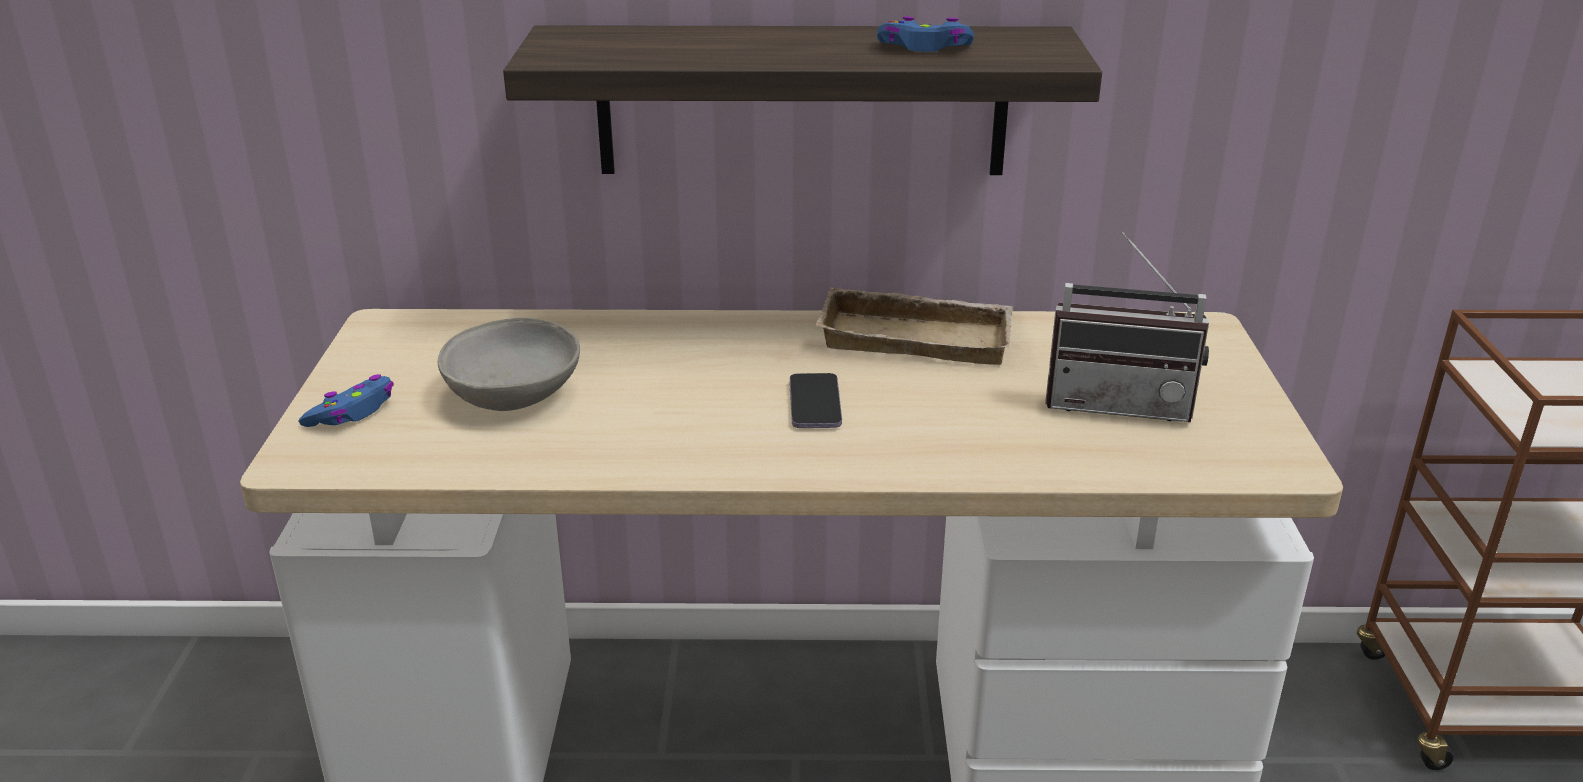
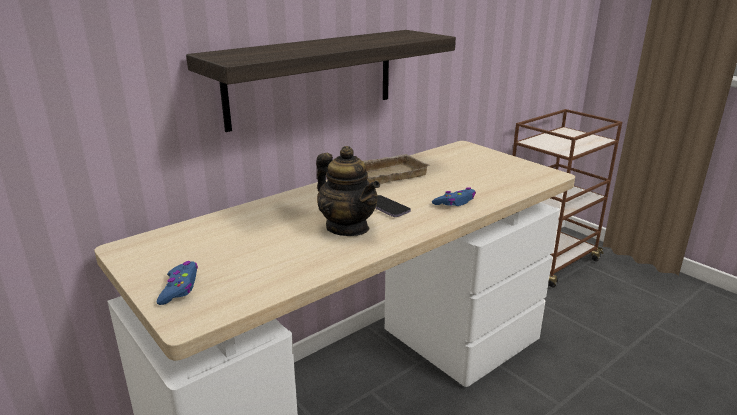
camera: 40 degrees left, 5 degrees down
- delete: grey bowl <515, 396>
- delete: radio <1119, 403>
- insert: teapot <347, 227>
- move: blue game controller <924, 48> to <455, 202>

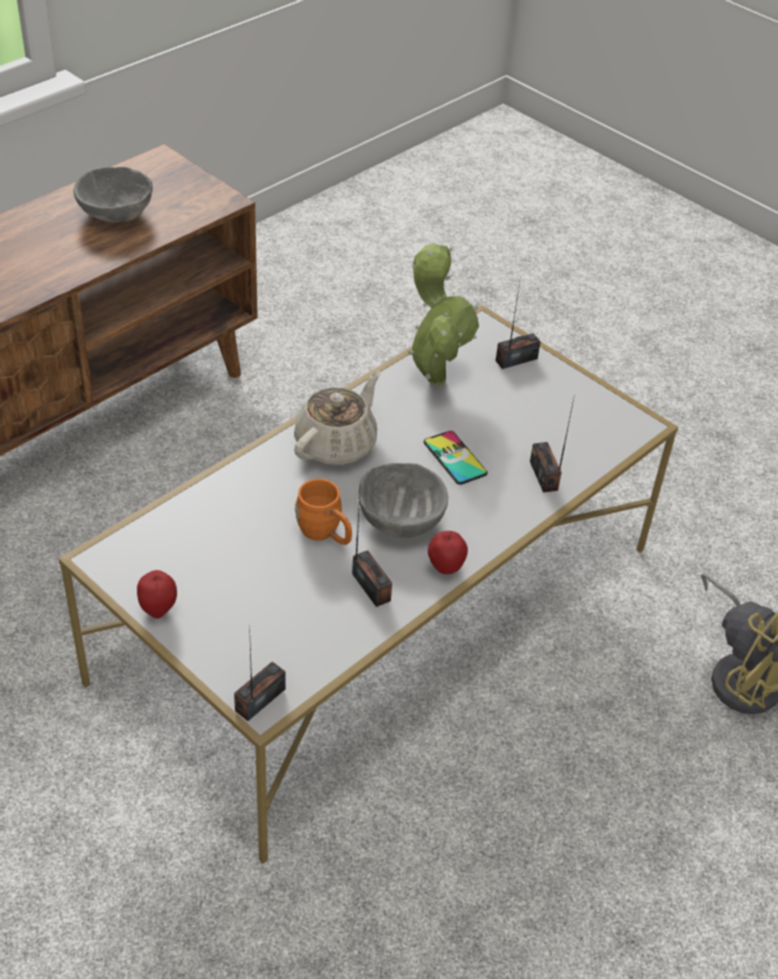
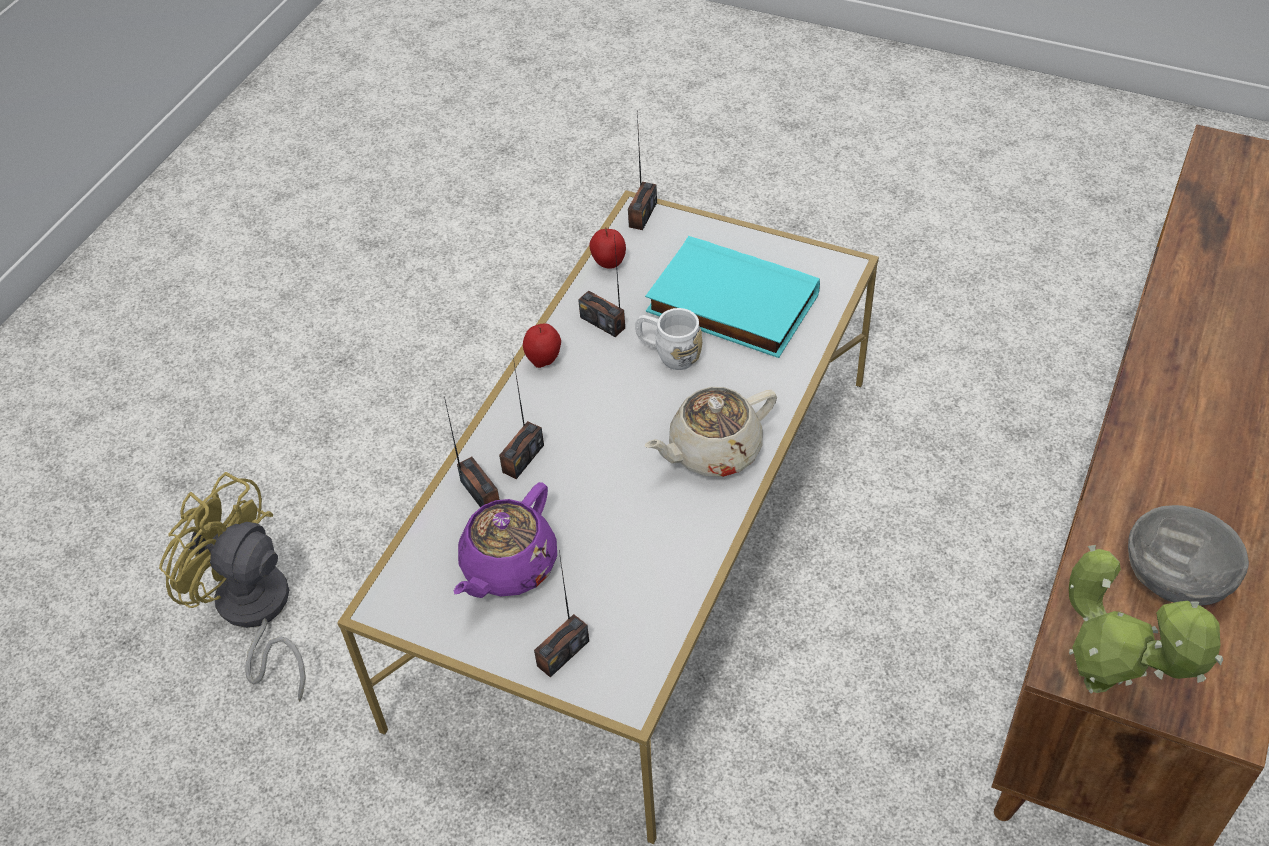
camera: 165 degrees right, 5 degrees up
- delete: grey bowl <400, 519>
- delete: phone <455, 458>
- insert: purple teapot <508, 566>
- insert: radio <522, 458>
- insert: turquoise book <729, 305>
- move: apple <158, 609> to <609, 264>
- move: potted plant <434, 376> to <1105, 689>
- recolor: orange mug <325, 534> to white mug <669, 354>
- rotate: beige teapot <337, 444> = <713, 451> 45 degrees clockwise

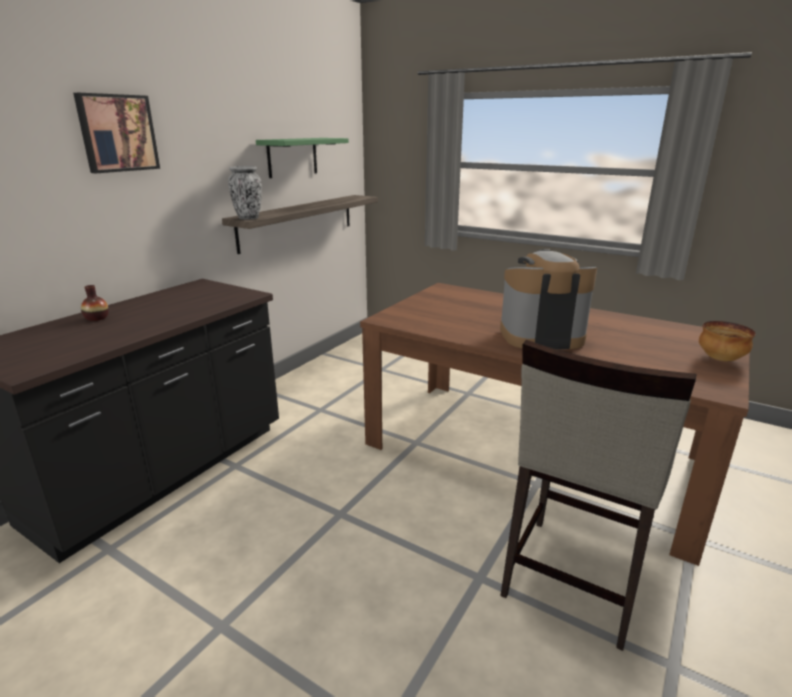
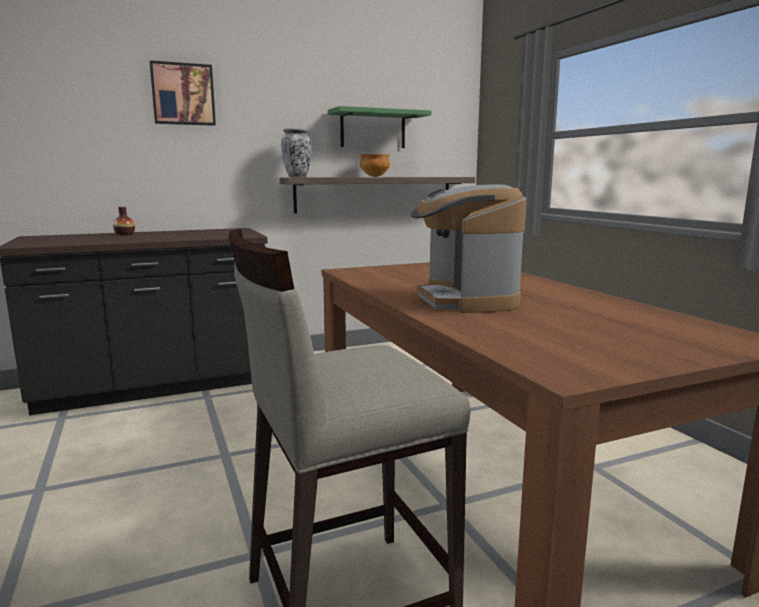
camera: 35 degrees right, 10 degrees down
- move: bowl <720, 359> to <375, 176>
- rotate: coffee machine <541, 336> = <466, 300> 135 degrees counterclockwise

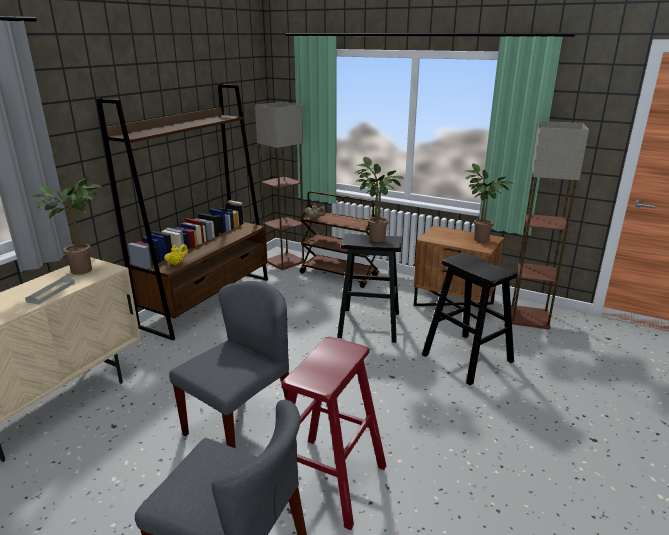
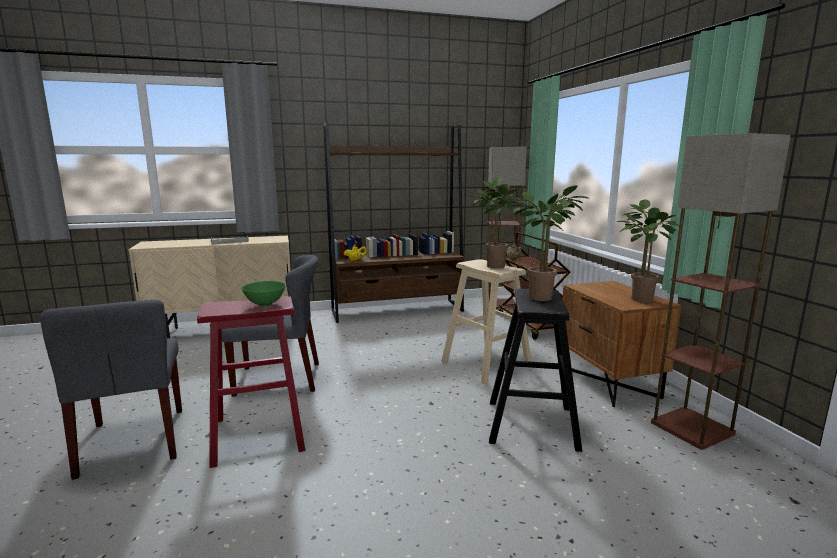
camera: 45 degrees right, 10 degrees down
- insert: green bowl <265, 305>
- move: potted plant <85, 269> to <544, 297>
- recolor: black stool <369, 324> to beige stool <486, 364>

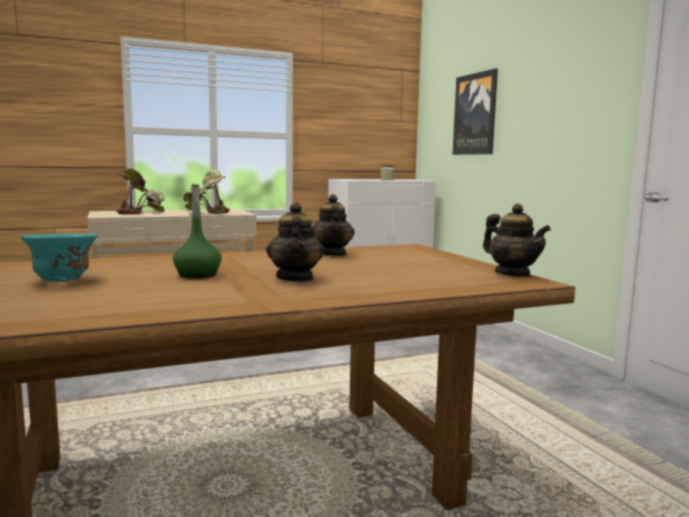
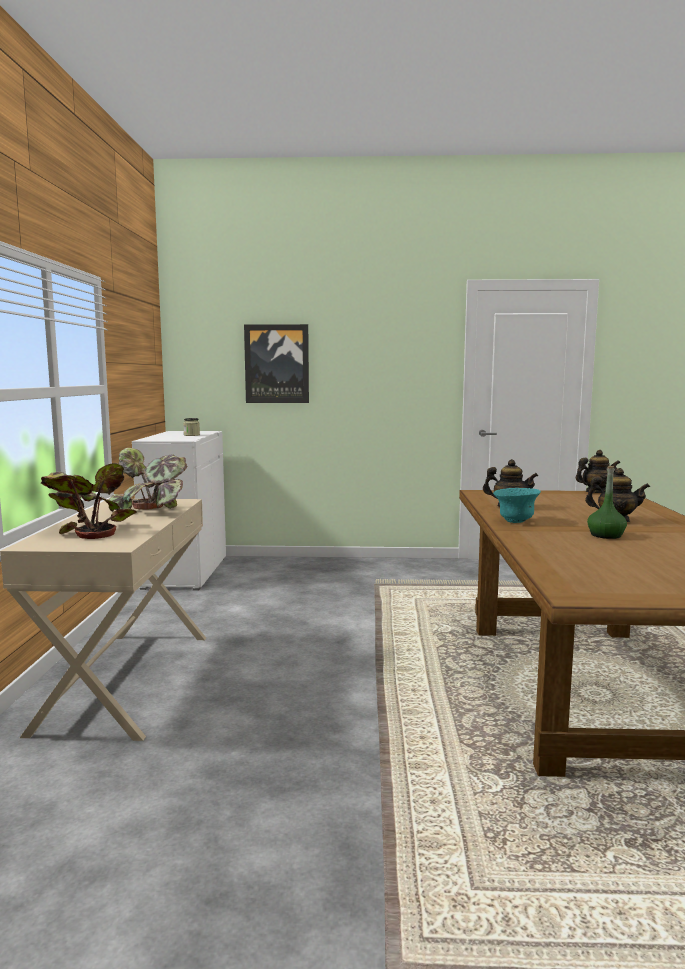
camera: 65 degrees left, 0 degrees up
- move: turquoise bowl <62, 281> to <515, 521>

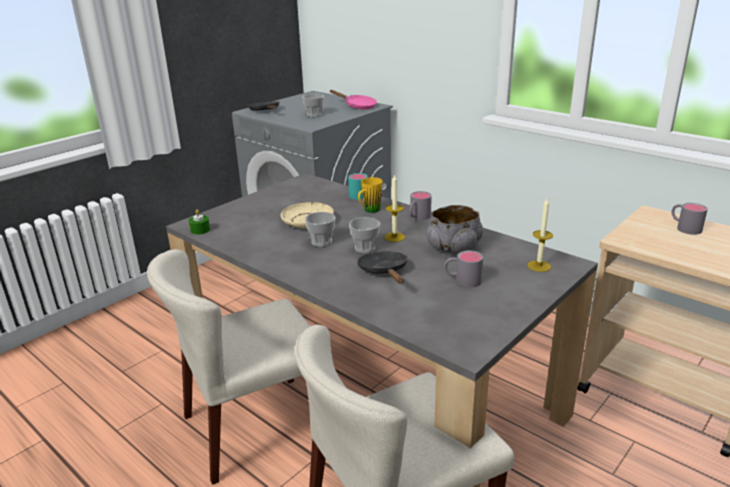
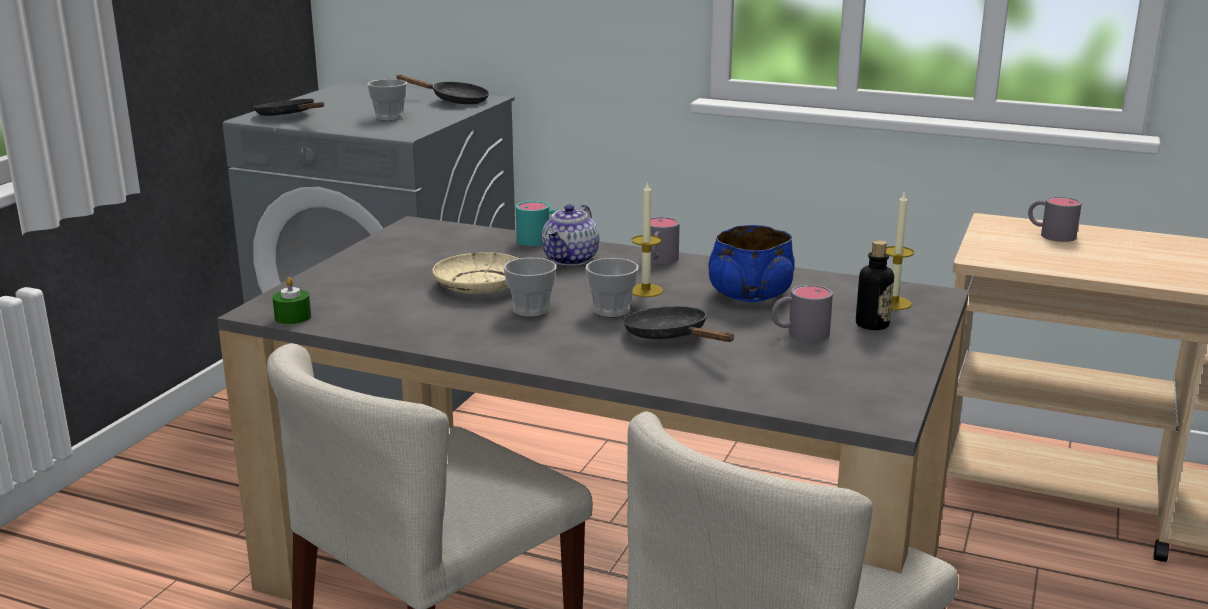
camera: 20 degrees left, 5 degrees down
- insert: bottle <872, 325>
- replace: yellow mug <369, 211> to teapot <571, 259>
- recolor: pink frying pan <357, 106> to black frying pan <454, 101>
- recolor: grey bowl <453, 248> to blue bowl <750, 294>

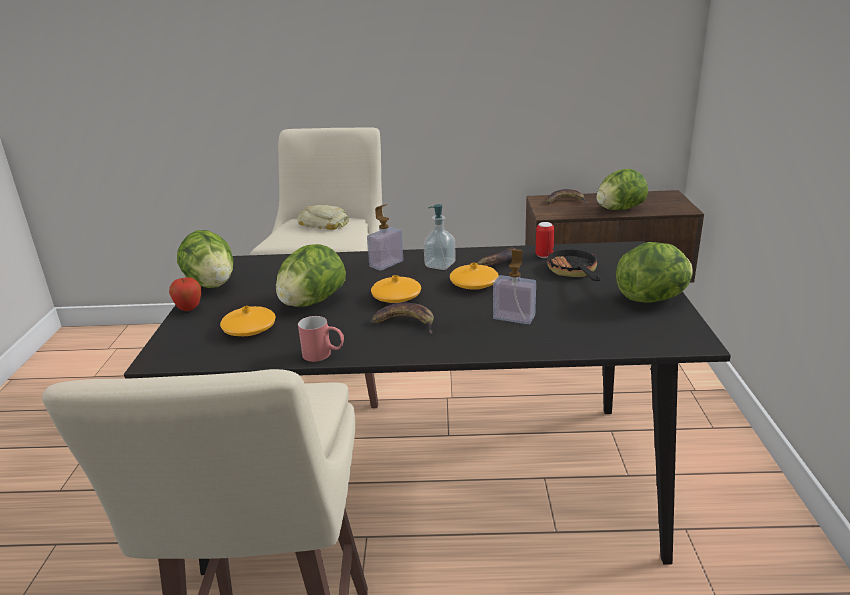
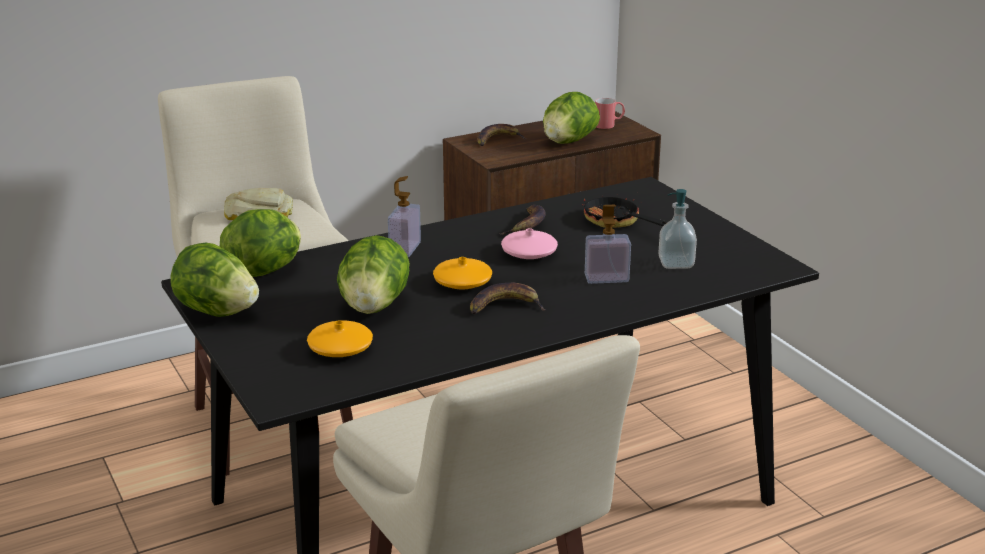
camera: 30 degrees left, 0 degrees up
- delete: apple <189, 309>
- delete: can <544, 256>
- move: red mug <324, 355> to <609, 125>
- move: soap dispenser <440, 265> to <676, 263>
- move: lettuce <653, 298> to <265, 271>
- recolor: orange vase <474, 284> to pink vase <529, 253>

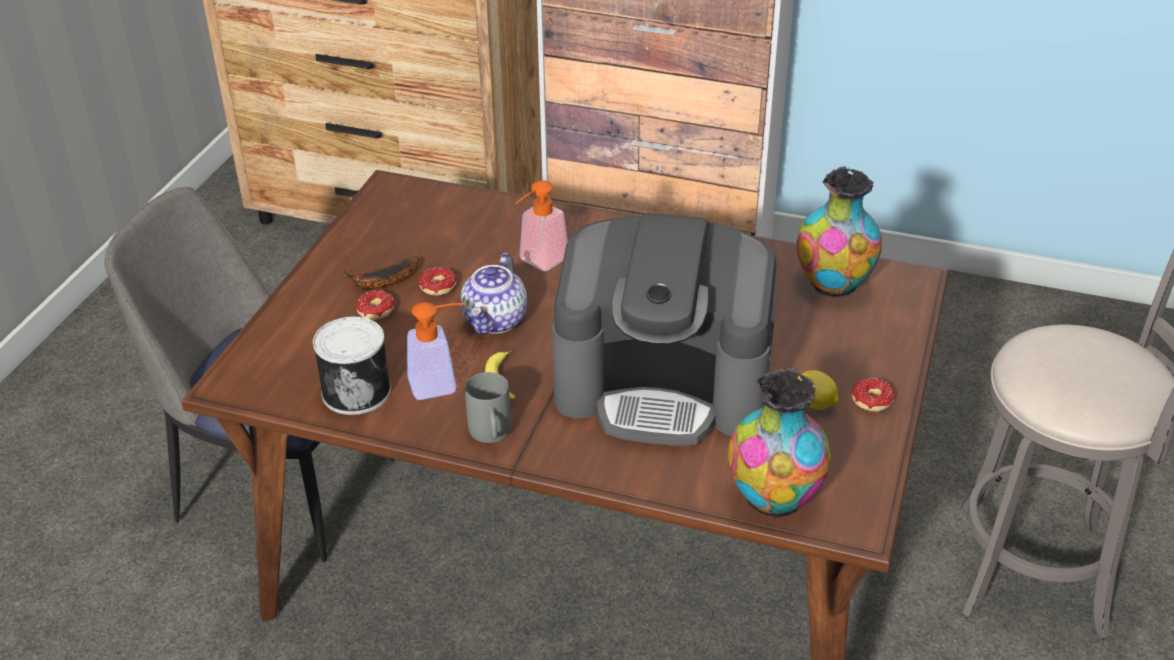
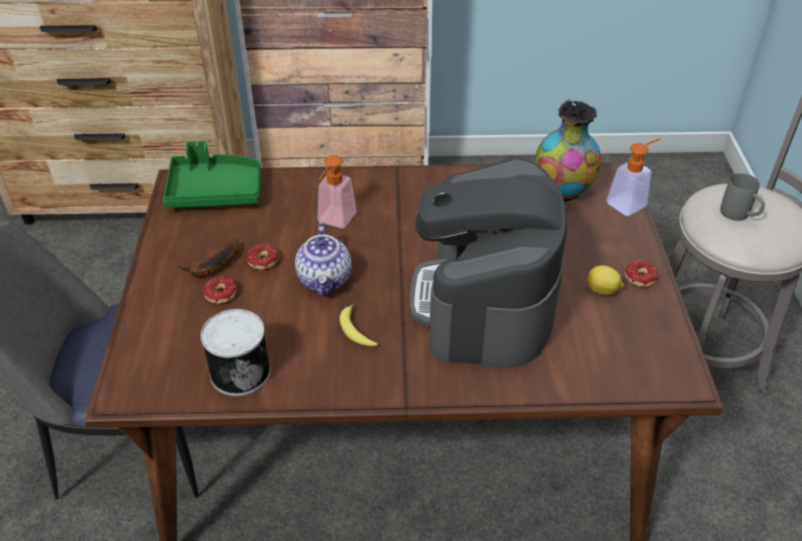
camera: 20 degrees left, 5 degrees up
- delete: vase <774, 499>
- insert: green tray <215, 191>
- move: soap dispenser <441, 383> to <631, 202>
- move: grey mug <491, 436> to <739, 216>
- rotate: coffee machine <664, 385> = <485, 303> 105 degrees clockwise

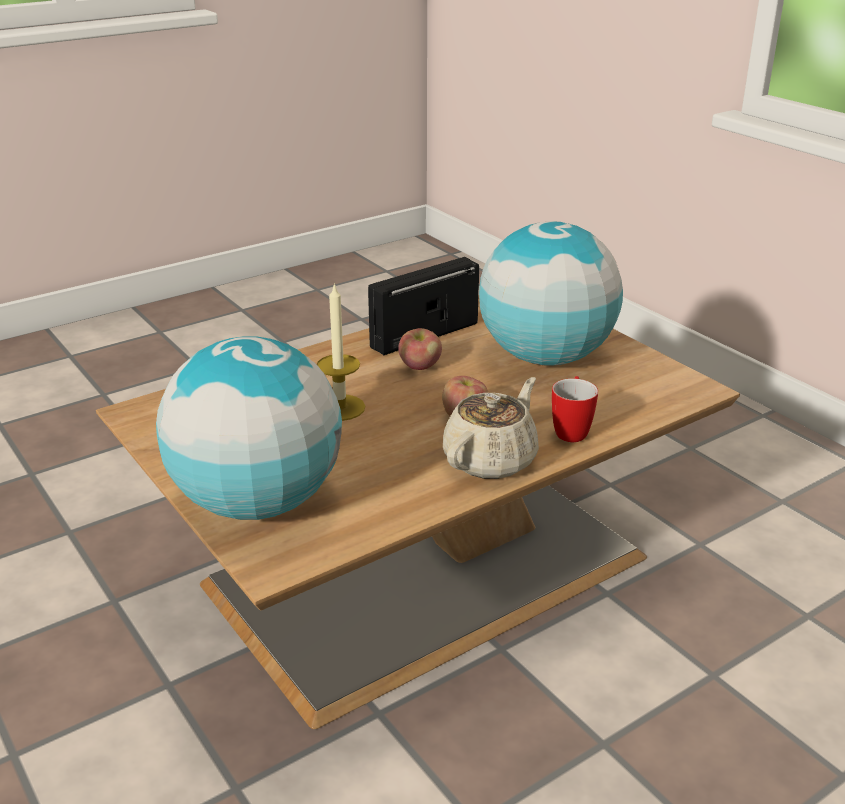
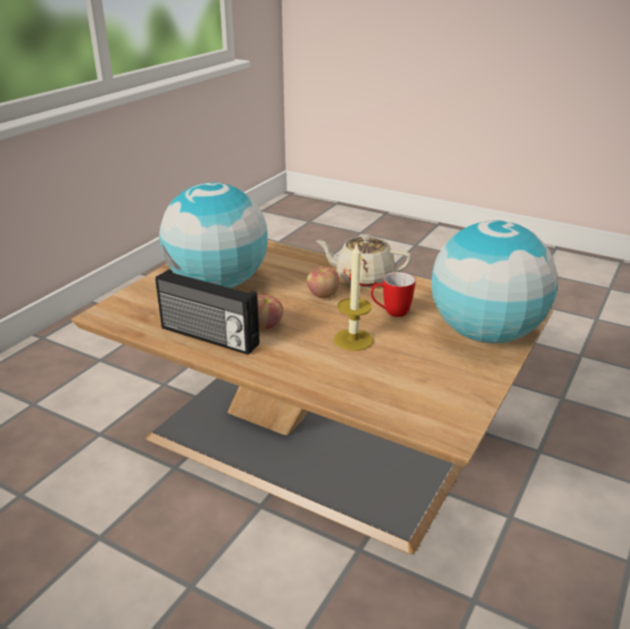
camera: 115 degrees left, 0 degrees up
- move: mug <571, 430> to <390, 312>

